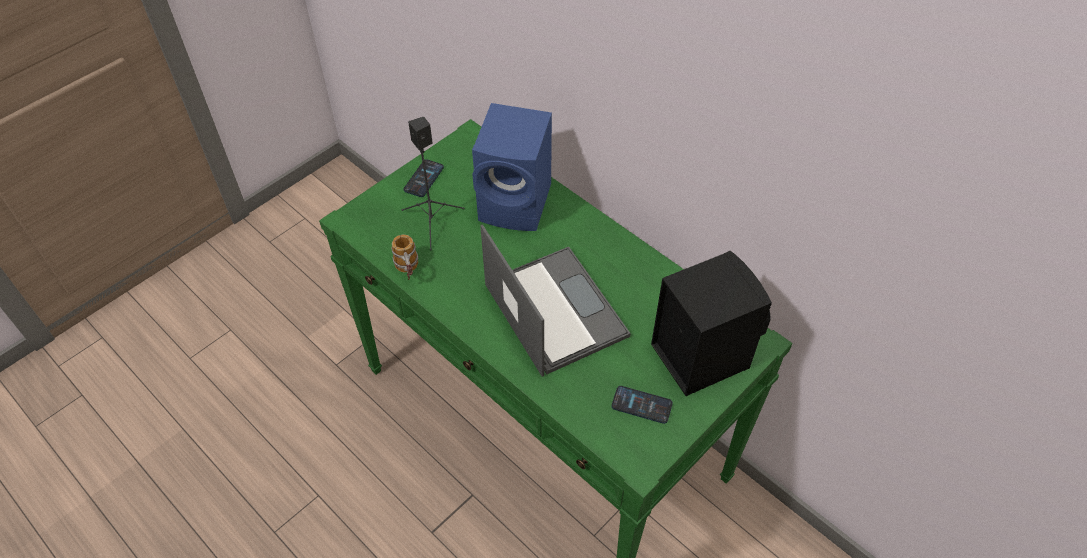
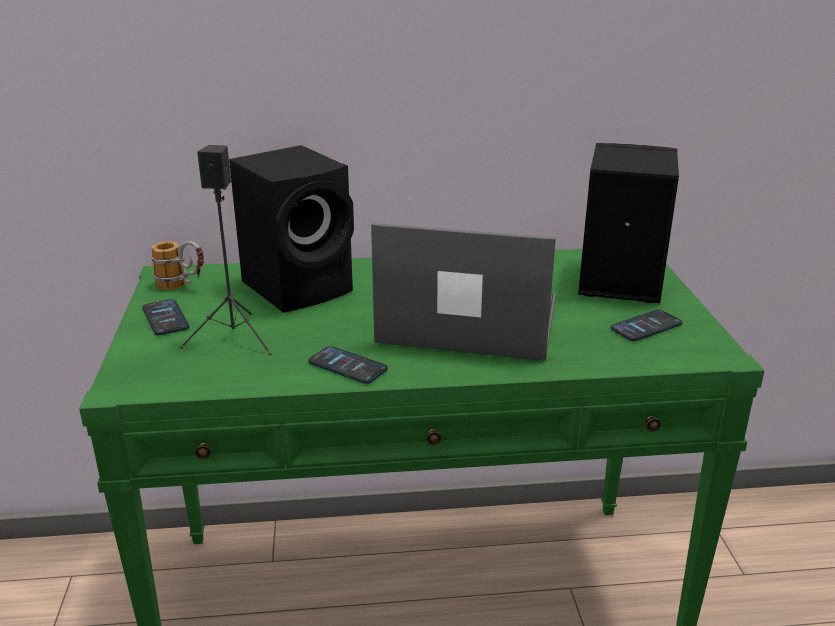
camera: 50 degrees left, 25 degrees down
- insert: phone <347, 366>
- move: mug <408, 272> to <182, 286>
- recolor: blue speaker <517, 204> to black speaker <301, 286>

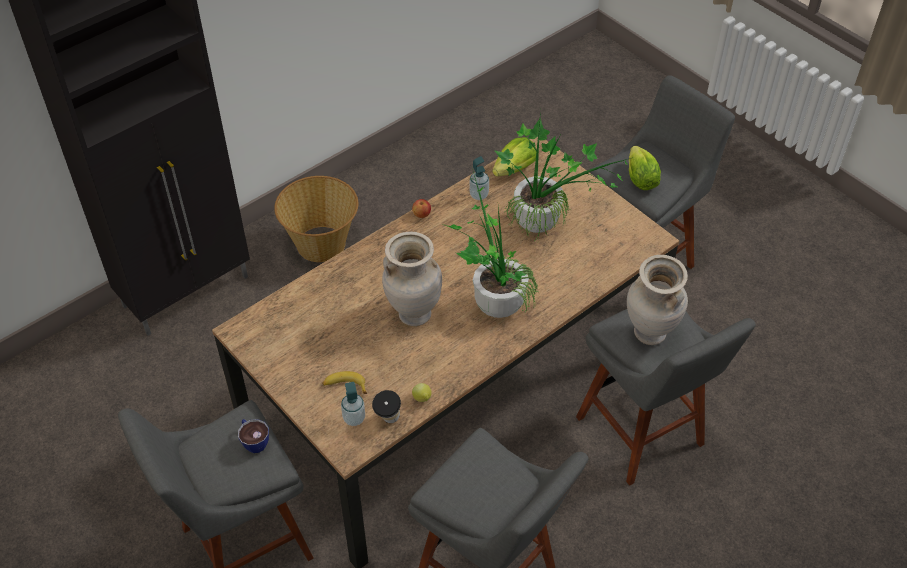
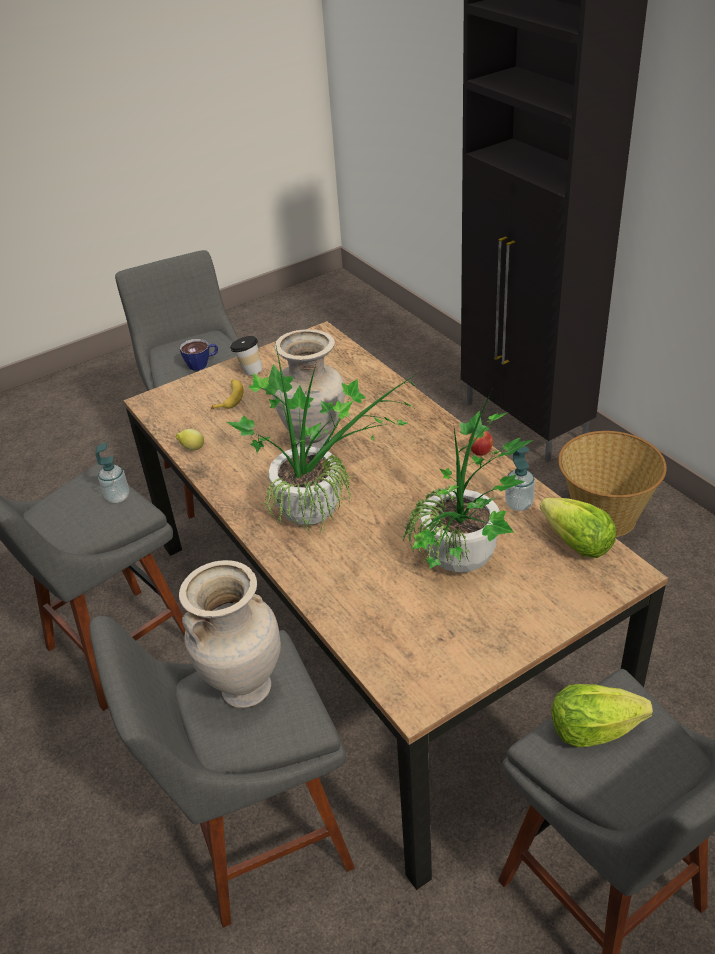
camera: 100 degrees right, 10 degrees down
- move: soap dispenser <354, 418> to <117, 497>
- move: cup <388, 421> to <249, 371>

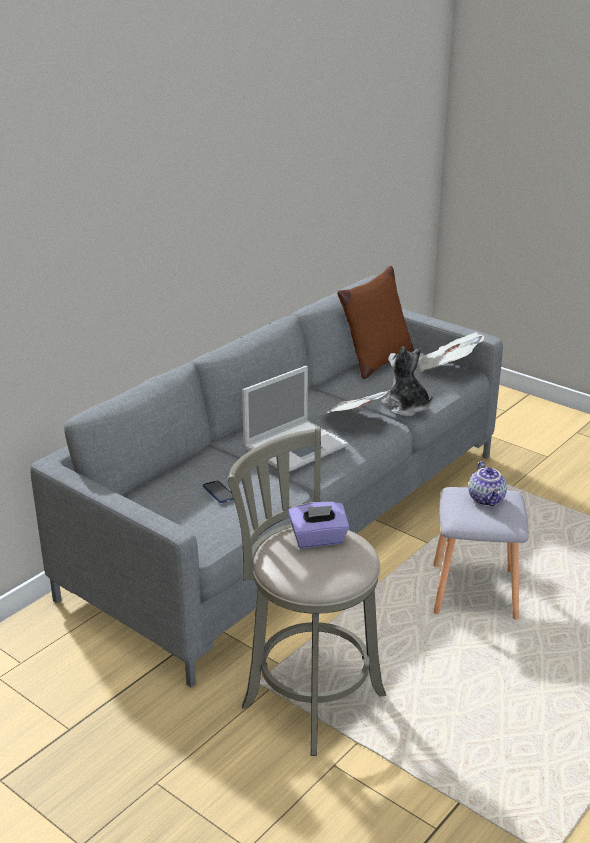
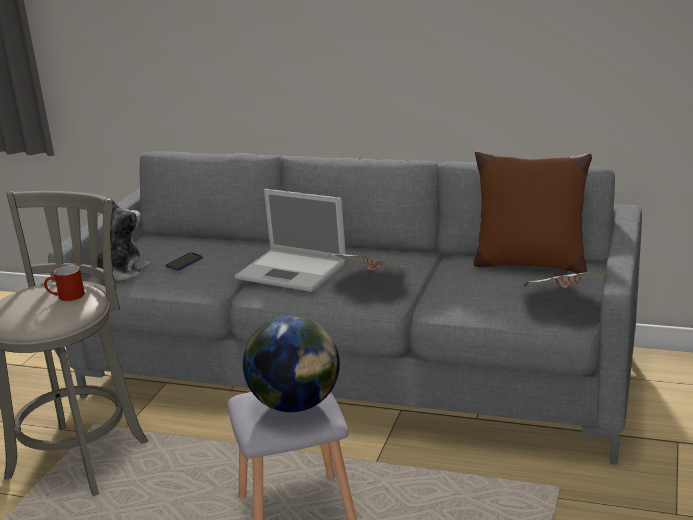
camera: 70 degrees right, 5 degrees down
- move: plush toy <406, 407> to <121, 272>
- replace: purple tissue box <318, 539> to red mug <66, 297>
- replace: teapot <487, 499> to globe <296, 404>

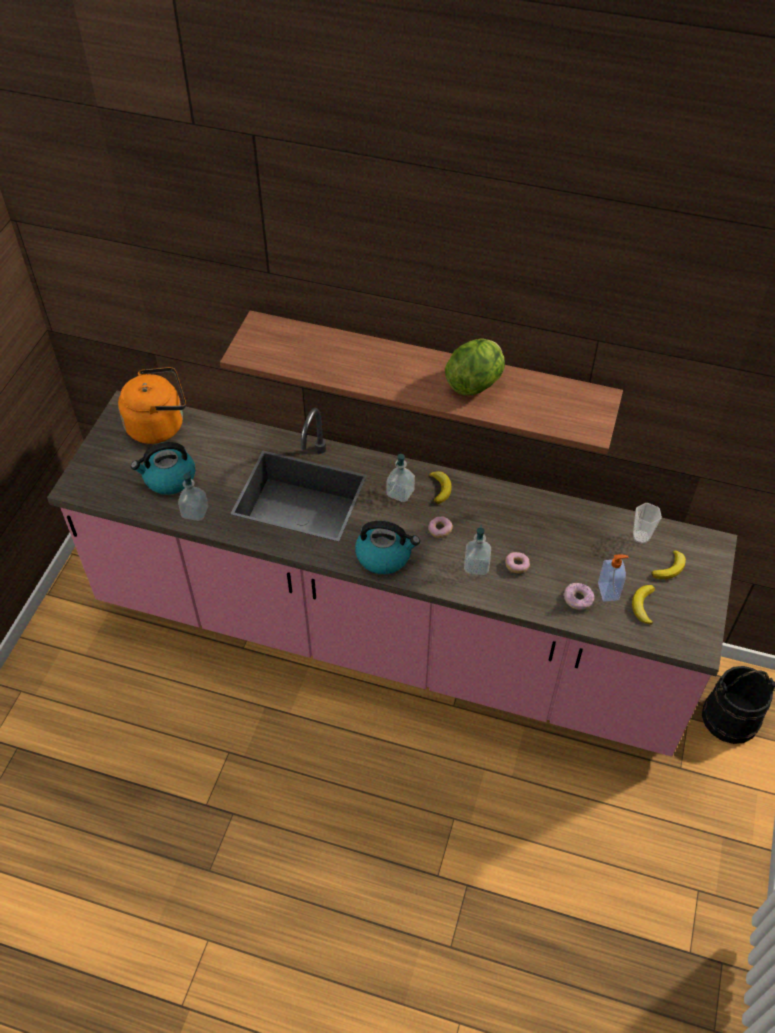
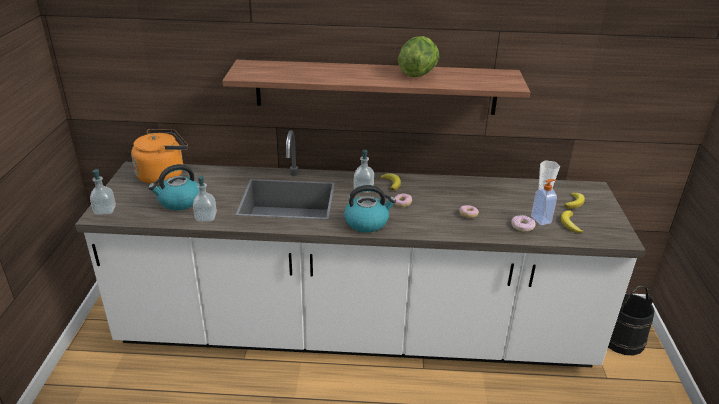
camera: 15 degrees left, 20 degrees down
- move: soap dispenser <476, 566> to <105, 210>
- recolor: pink counter <387, 636> to white counter <356, 332>

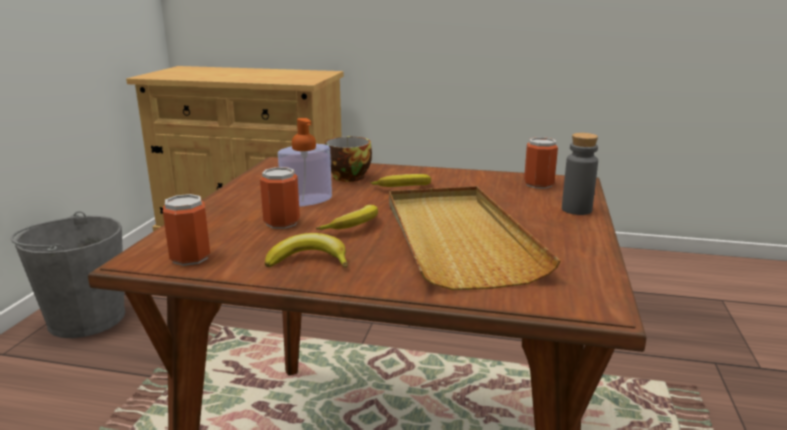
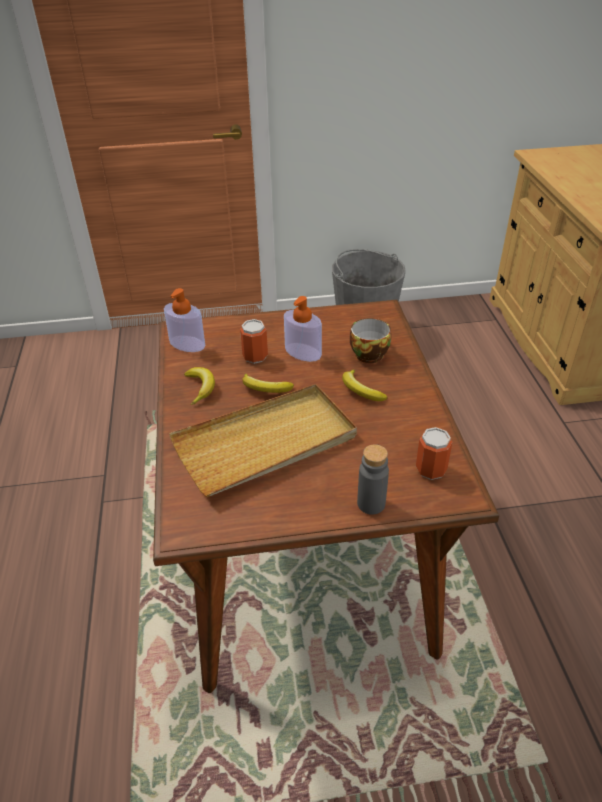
camera: 70 degrees right, 20 degrees up
- replace: can <190, 257> to soap dispenser <187, 344>

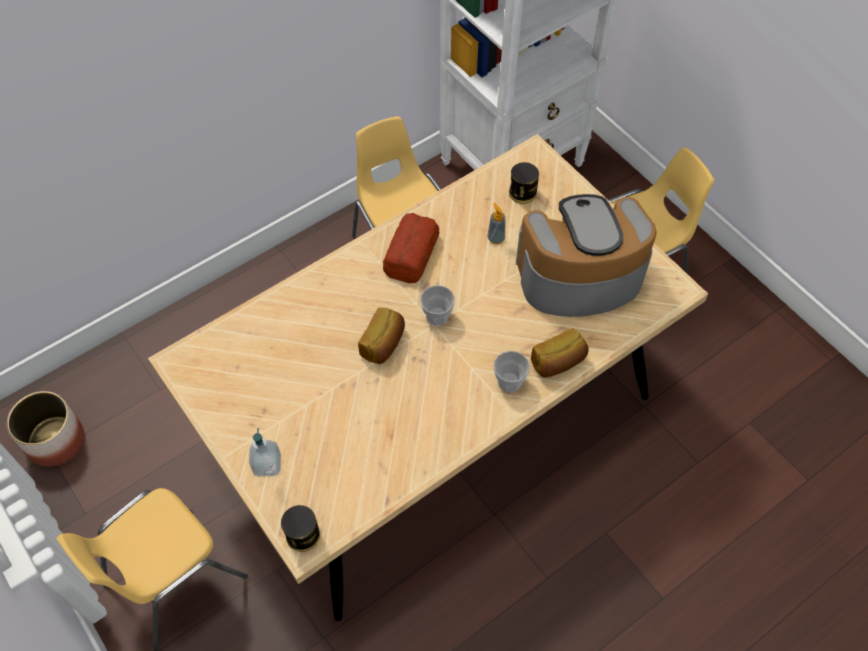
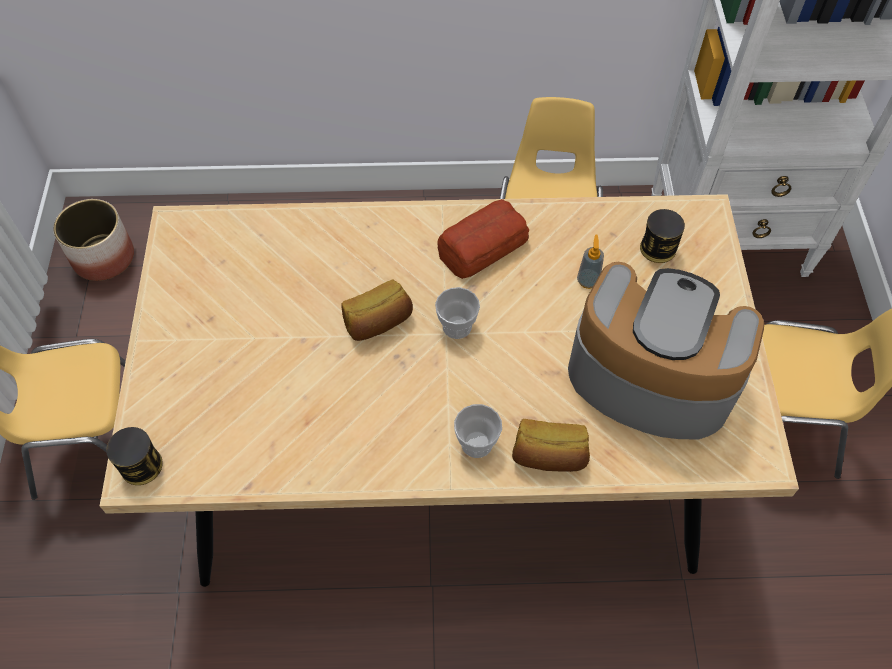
camera: 35 degrees right, 0 degrees up
- delete: soap dispenser <267, 465>

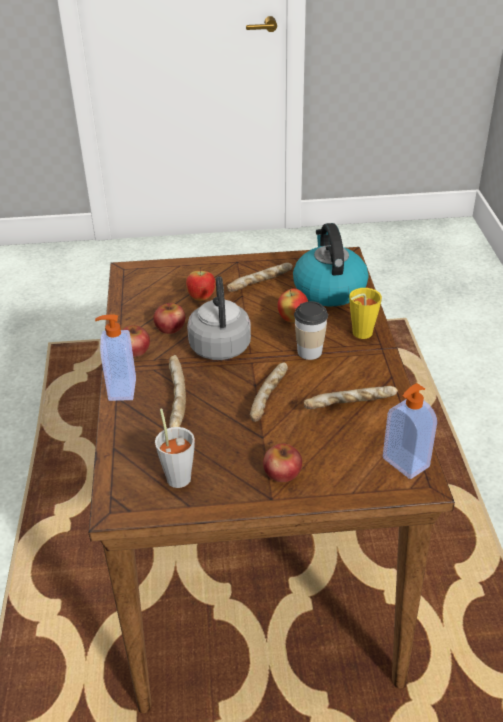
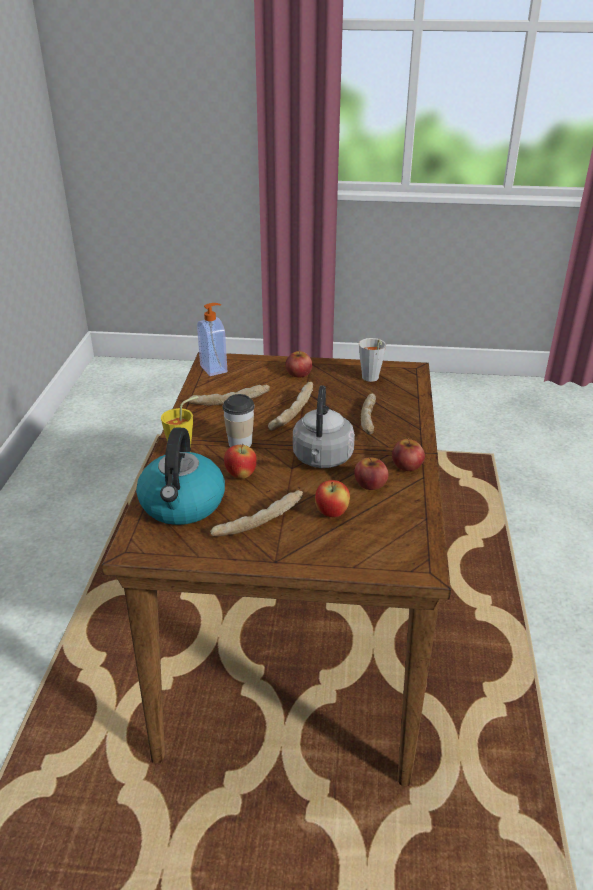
camera: 170 degrees left, 5 degrees down
- delete: soap dispenser <121, 389>

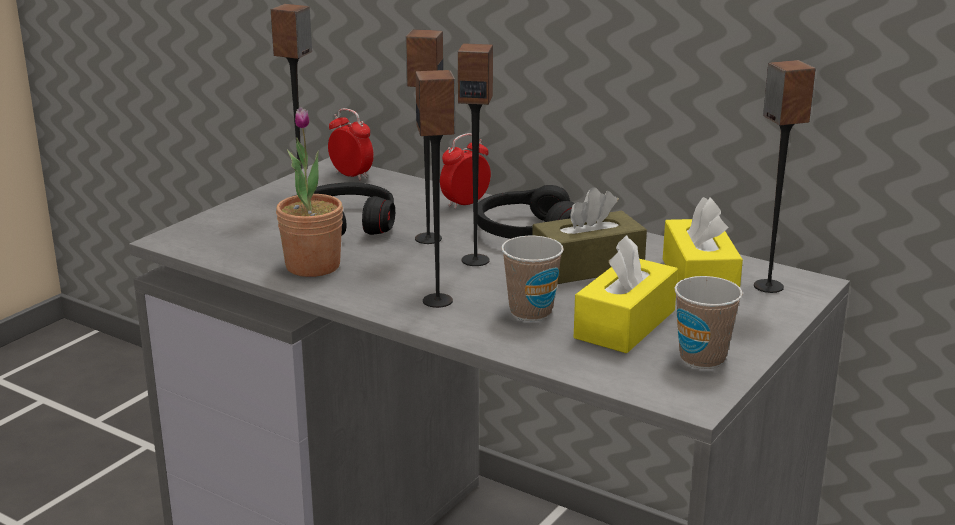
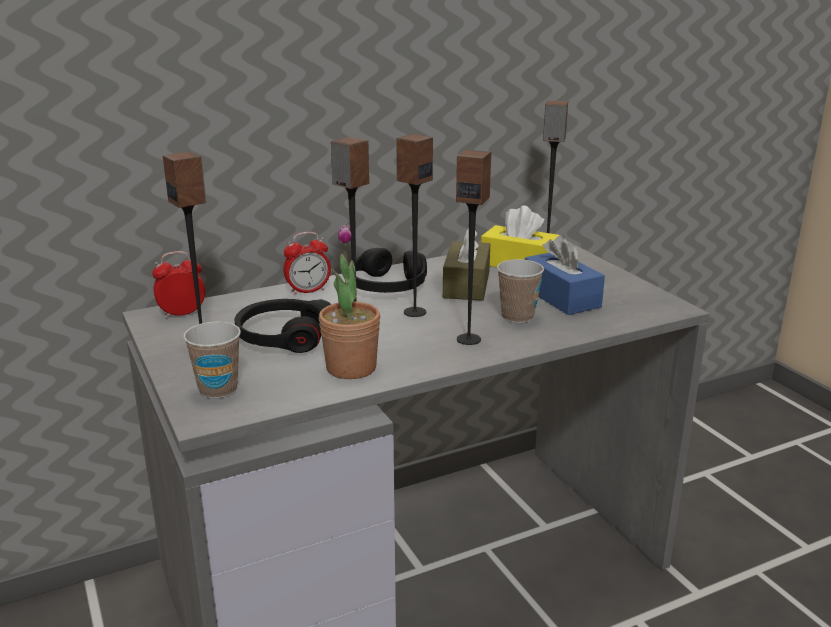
camera: 60 degrees left, 0 degrees up
- move: cup <702, 358> to <218, 390>
- recolor: yellow tissue box <625, 324> to blue tissue box <561, 297>
- rotate: alarm clock <465, 203> = <308, 291> 105 degrees counterclockwise

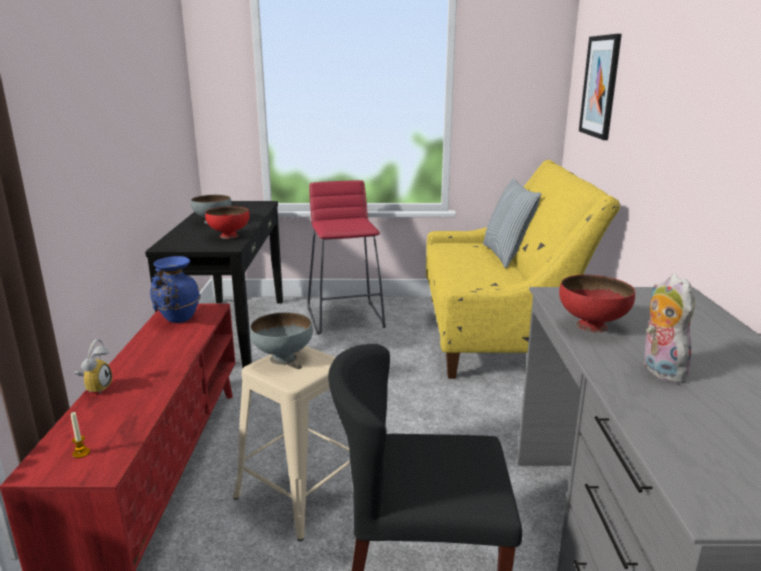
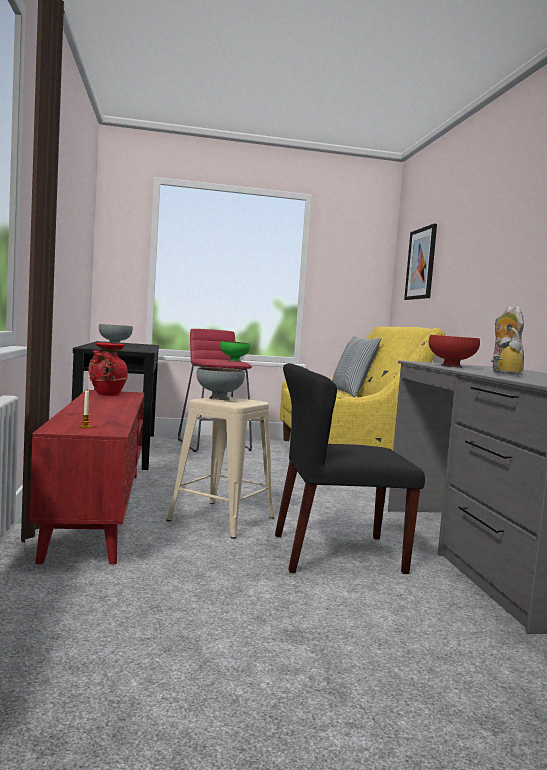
camera: 10 degrees left, 15 degrees down
- delete: red bowl <229, 236>
- insert: green bowl <234, 361>
- move: alarm clock <96, 388> to <503, 375>
- recolor: blue vase <177, 319> to red vase <106, 394>

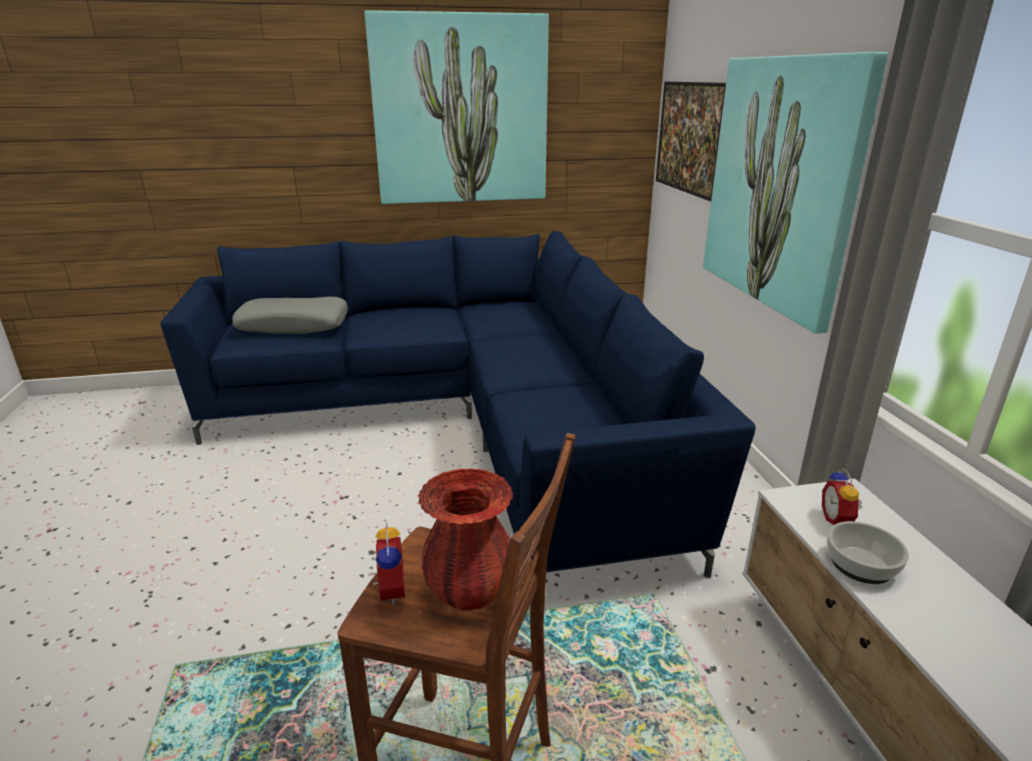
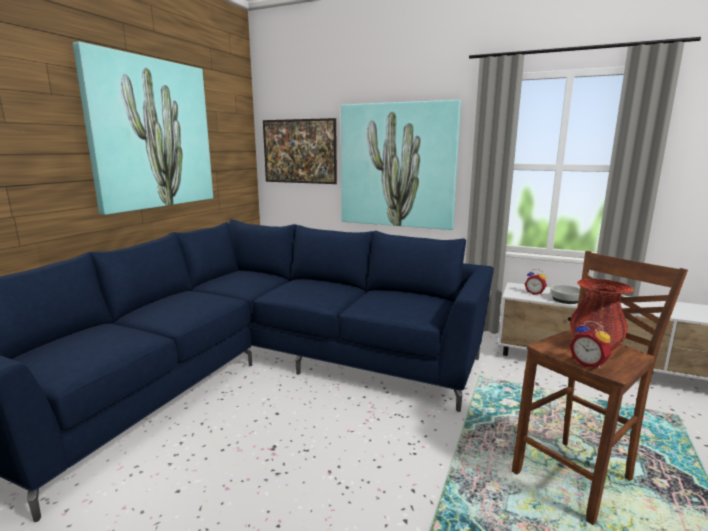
camera: 55 degrees left, 10 degrees down
- delete: grey pillow <294, 326>
- rotate: alarm clock <388, 591> = <589, 364> 150 degrees counterclockwise

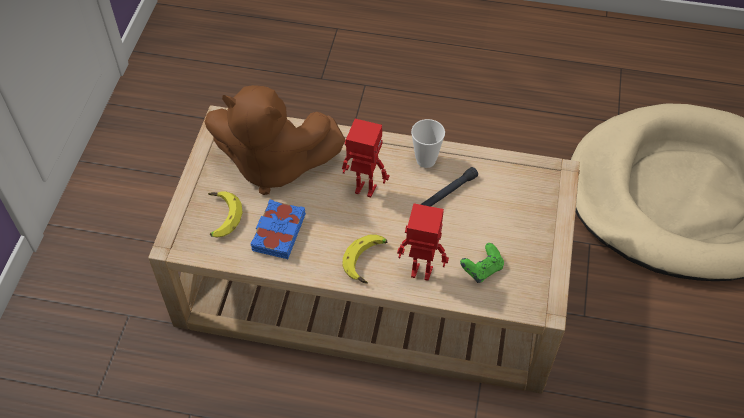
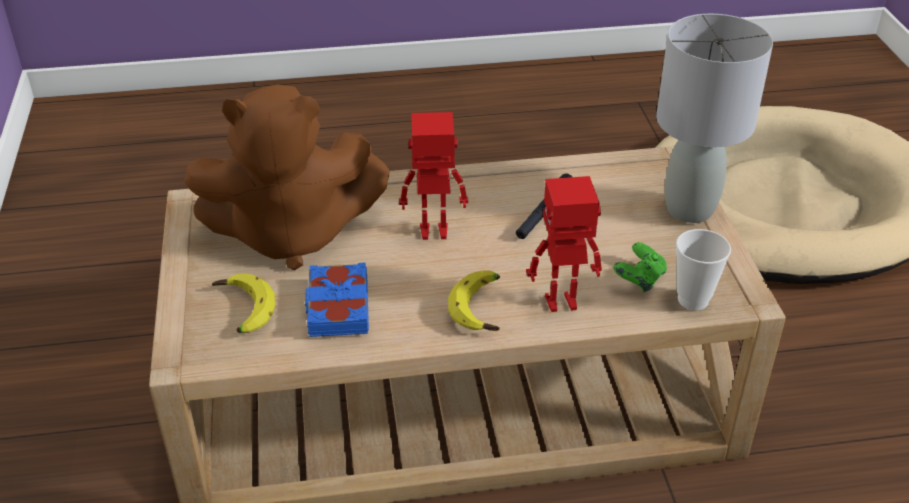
camera: 20 degrees left, 15 degrees down
- insert: grey table lamp <688, 209>
- move: cup <426, 160> to <693, 300>

